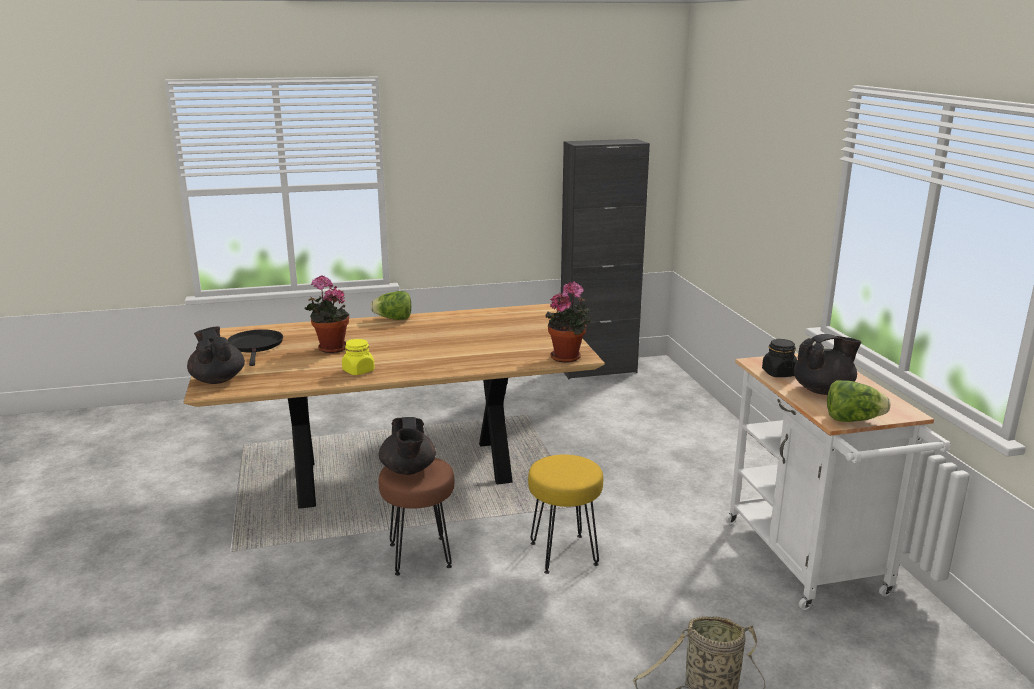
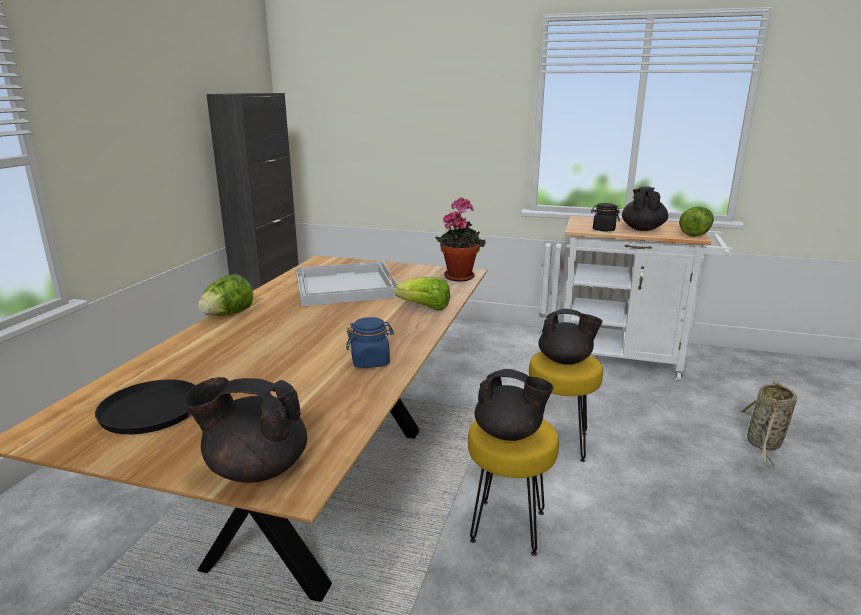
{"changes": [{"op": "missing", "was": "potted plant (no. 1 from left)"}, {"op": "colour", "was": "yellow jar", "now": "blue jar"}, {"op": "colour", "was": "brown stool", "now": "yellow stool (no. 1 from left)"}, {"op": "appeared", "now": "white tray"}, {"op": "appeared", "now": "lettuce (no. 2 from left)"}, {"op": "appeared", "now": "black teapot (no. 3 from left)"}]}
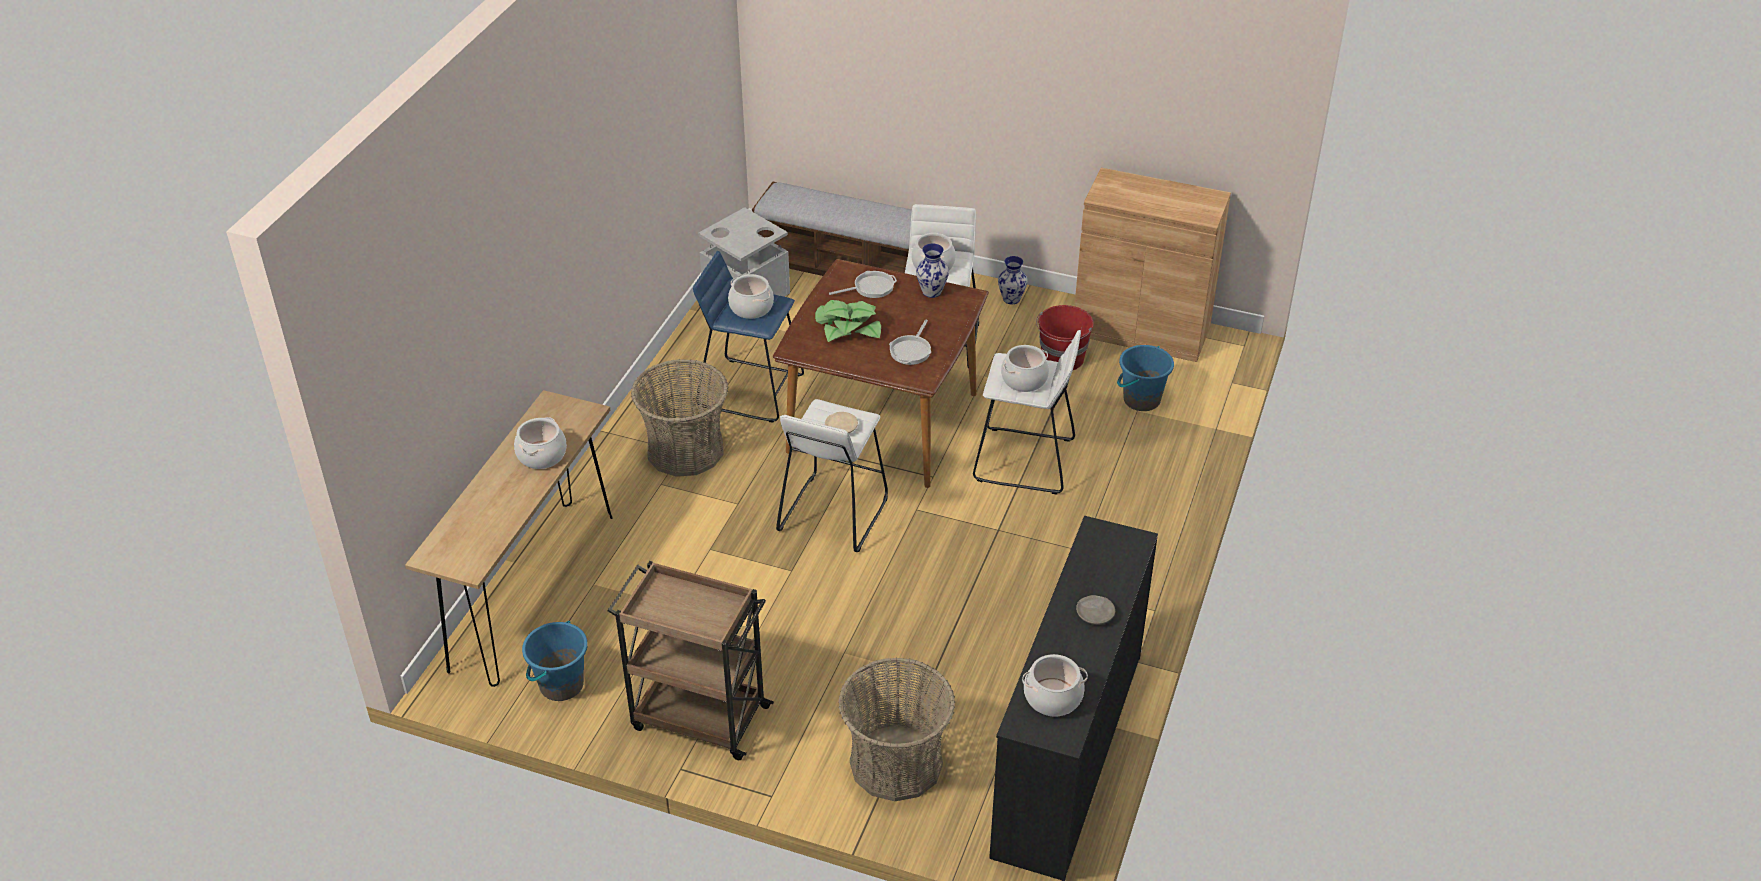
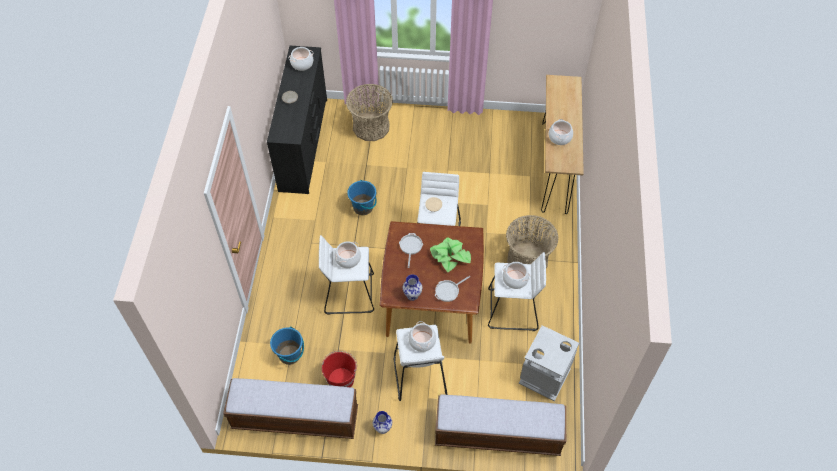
{"changes": [{"op": "relocated", "was": "blue bucket (no. 1 from left in the first image)", "now": "blue bucket (no. 2 from left)"}, {"op": "missing", "was": "brown cart"}, {"op": "colour", "was": "blue stool", "now": "white stool (no. 4 from left)"}, {"op": "exchanged", "was": "brown cabinet", "now": "bench (no. 1 from left)"}]}
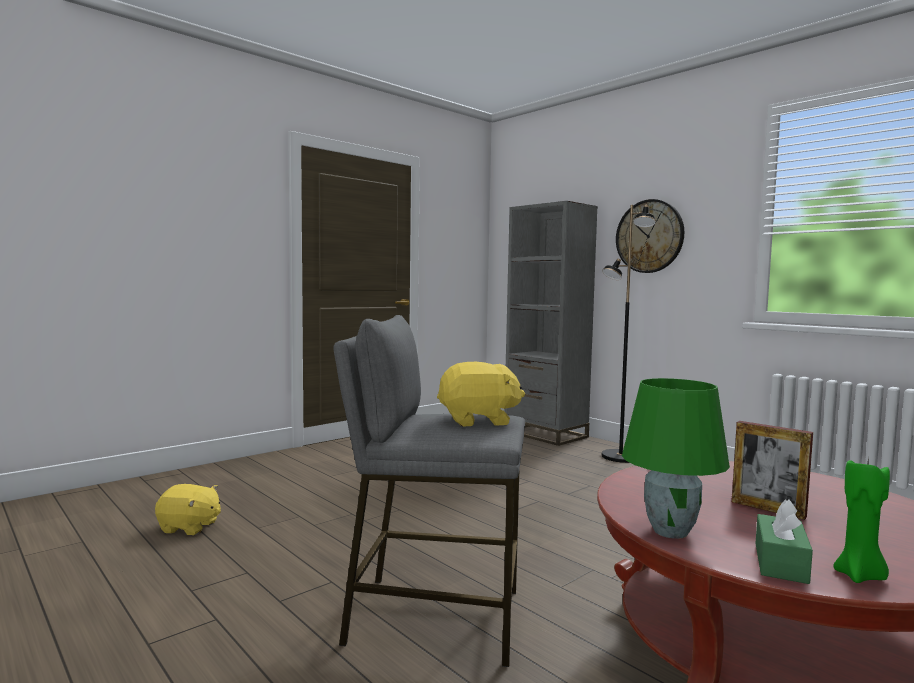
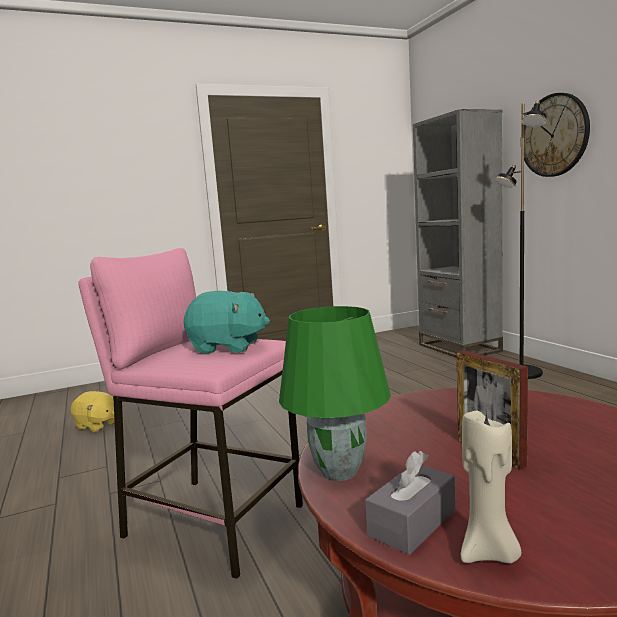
{"changes": [{"op": "colour", "was": "grey stool", "now": "pink stool"}, {"op": "colour", "was": "yellow plush toy (no. 2 from left)", "now": "turquoise plush toy"}, {"op": "colour", "was": "green tissue box", "now": "grey tissue box"}, {"op": "colour", "was": "green candle", "now": "beige candle"}]}
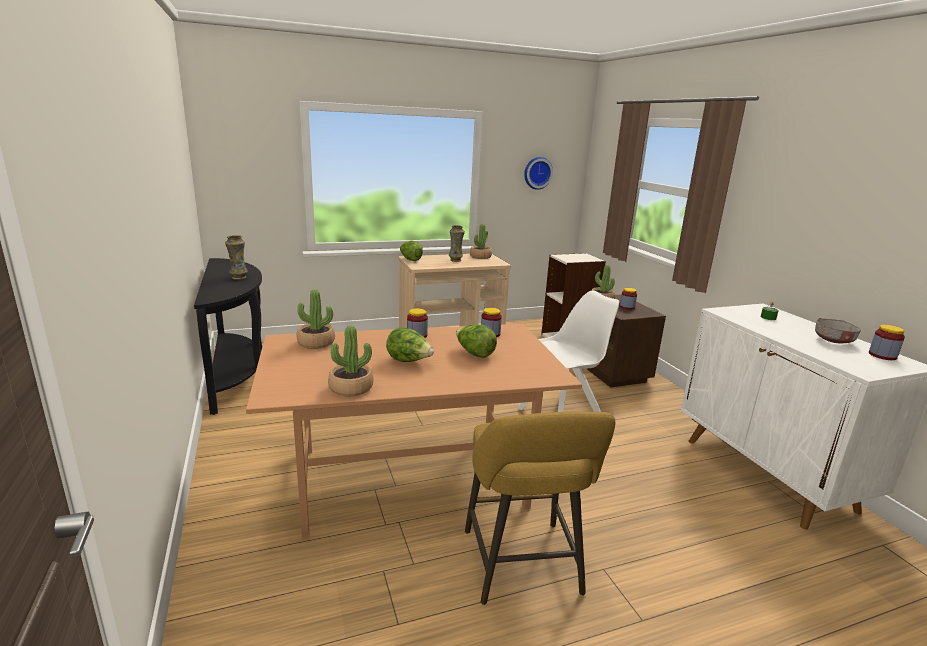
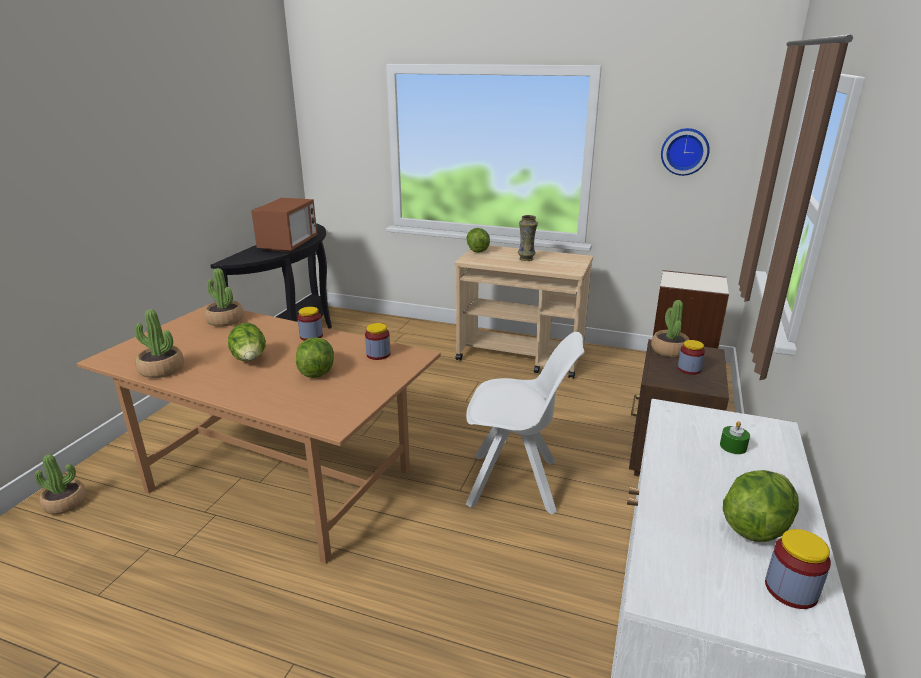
{"changes": [{"op": "exchanged", "was": "vase (no. 1 from left)", "now": "microwave"}, {"op": "missing", "was": "yellow stool"}, {"op": "relocated", "was": "potted plant (no. 3 from left in the first image)", "now": "potted plant (no. 1 from left)"}, {"op": "exchanged", "was": "grey bowl", "now": "lettuce (no. 4 from left)"}]}
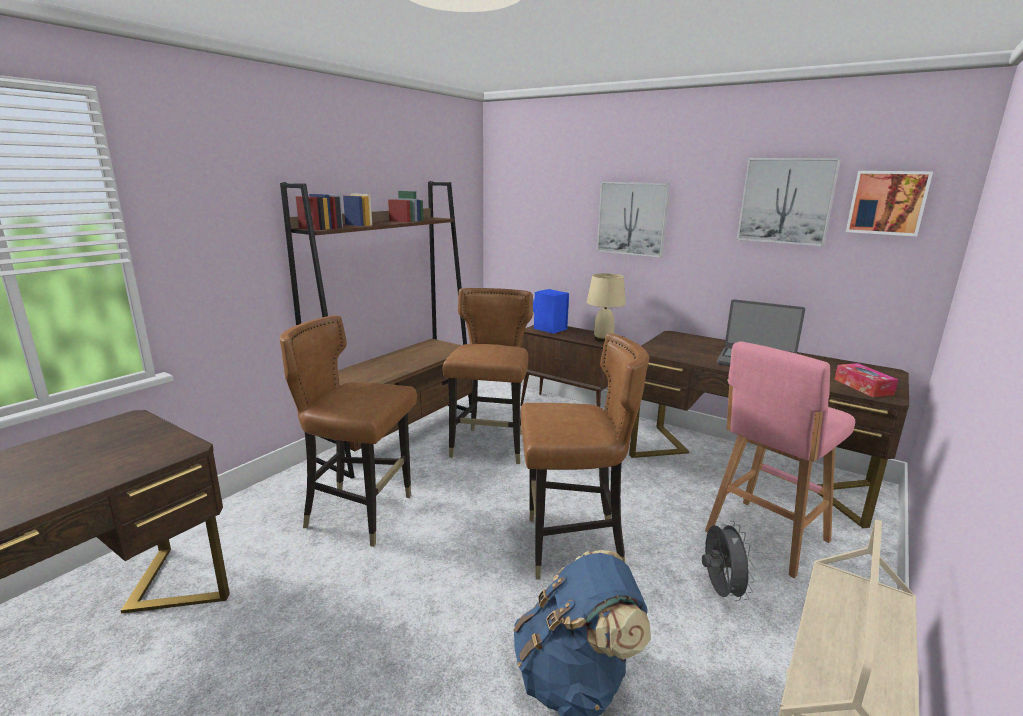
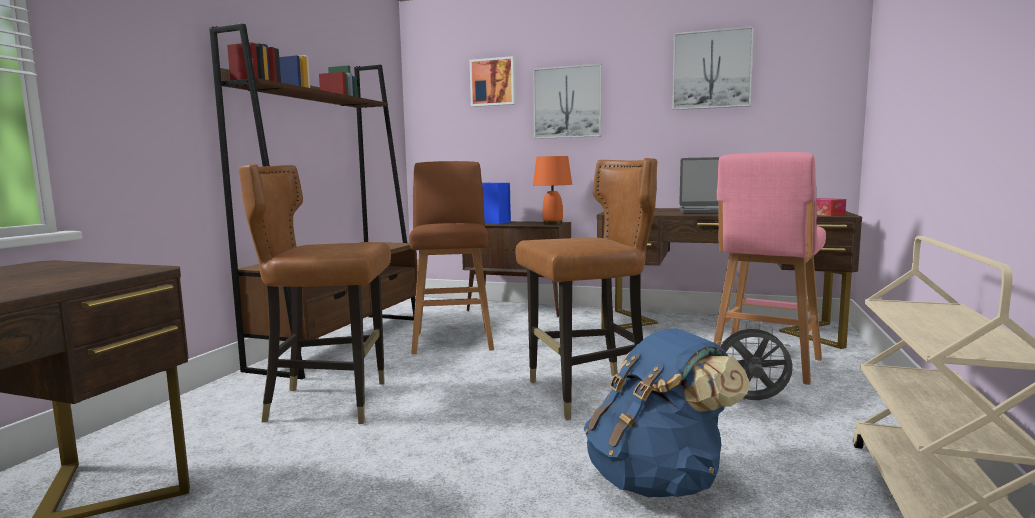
{"changes": [{"op": "exchanged", "was": "brown chair (no. 2 from left)", "now": "brown stool"}, {"op": "colour", "was": "beige table lamp", "now": "orange table lamp"}, {"op": "spun", "was": "grey fan", "clockwise": -60}, {"op": "relocated", "was": "picture (no. 3 from left in the first image)", "now": "picture (no. 1 from left)"}]}
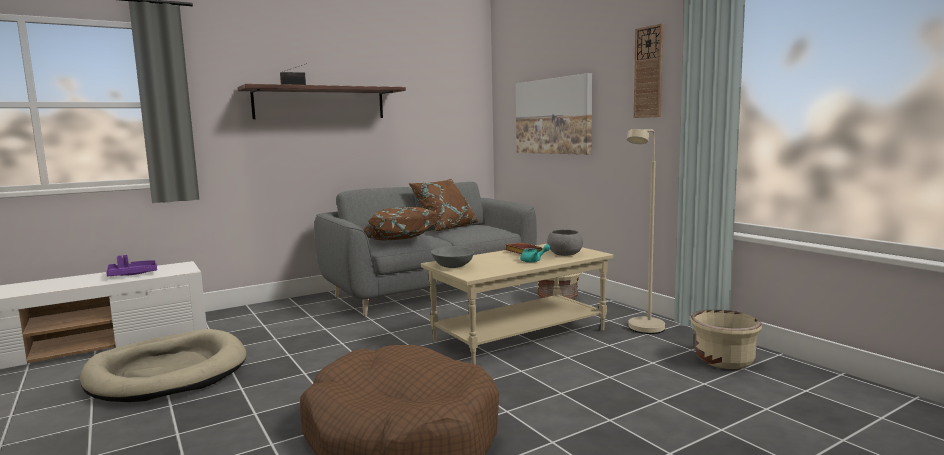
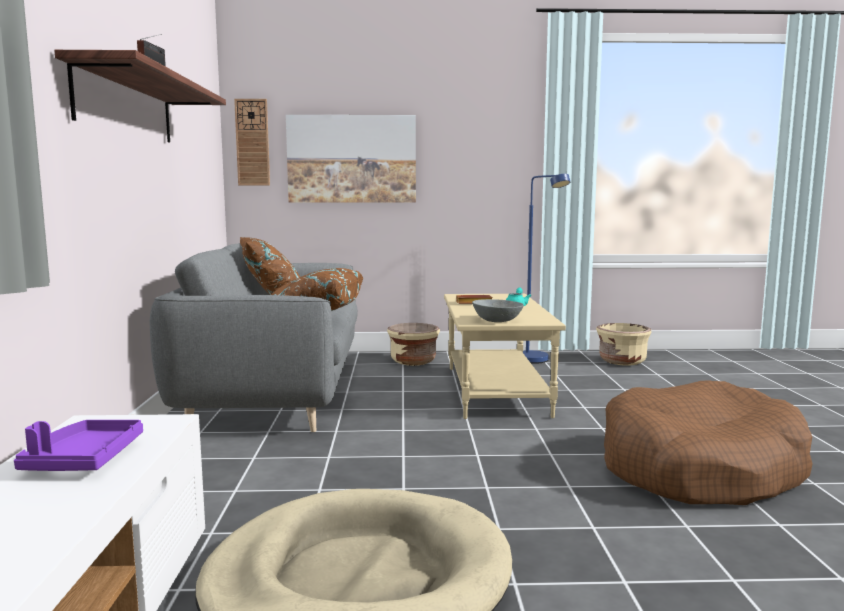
{"changes": [{"op": "missing", "was": "grey bowl (no. 2 from left)"}, {"op": "colour", "was": "beige floor lamp", "now": "blue floor lamp"}, {"op": "relocated", "was": "wall clock"}]}
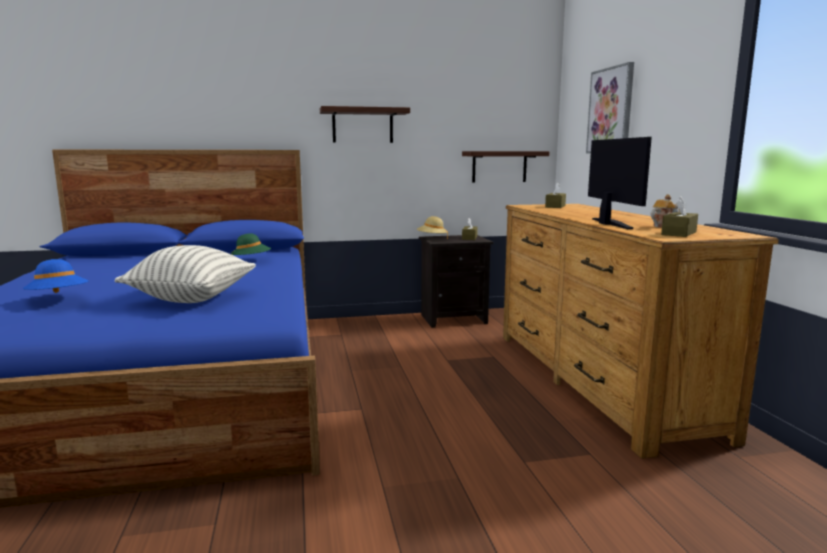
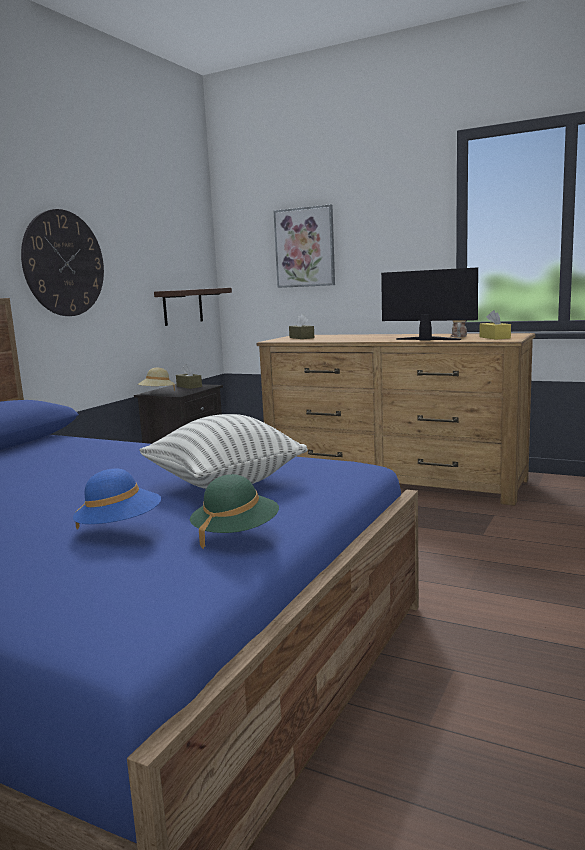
{"changes": [{"op": "relocated", "was": "green hat"}, {"op": "exchanged", "was": "shelf (no. 1 from left)", "now": "wall clock"}, {"op": "colour", "was": "brown tissue box (no. 3 from left)", "now": "yellow tissue box"}]}
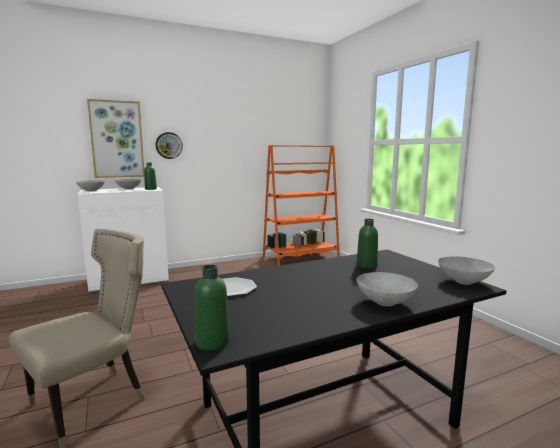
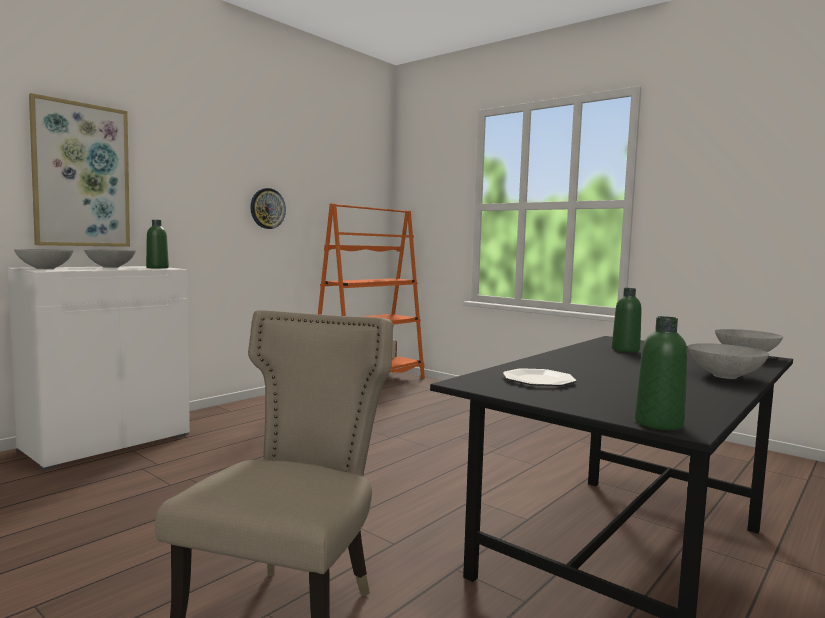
{"changes": [{"op": "relocated", "was": "wall clock"}]}
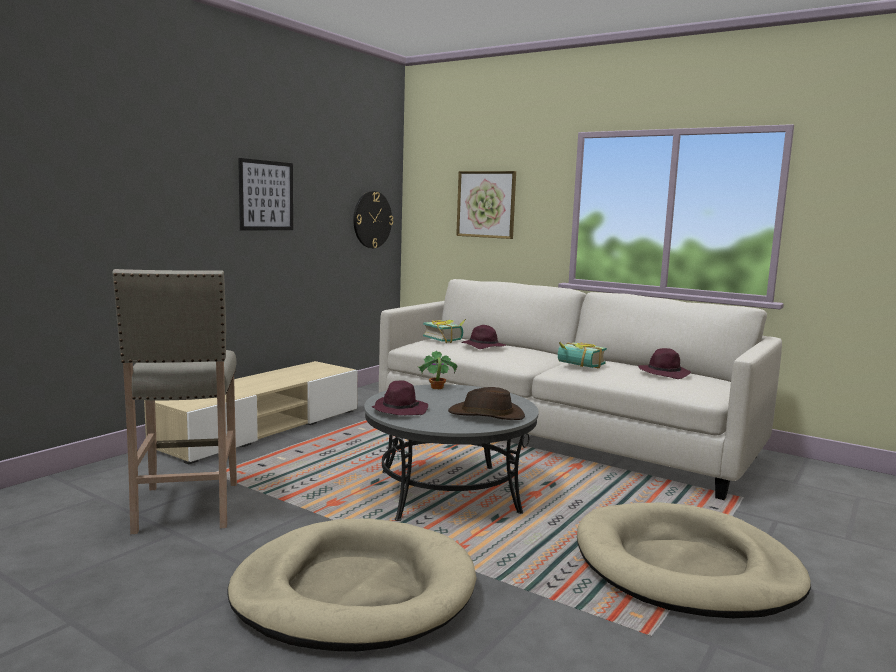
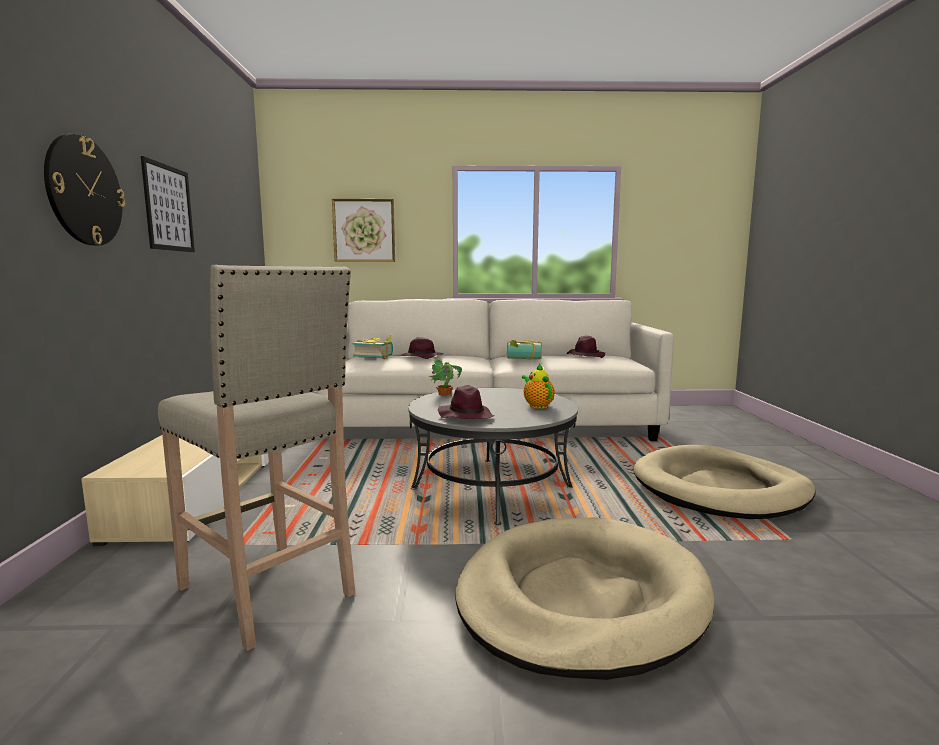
{"changes": [{"op": "relocated", "was": "wall clock"}, {"op": "exchanged", "was": "brown hat", "now": "teapot"}]}
